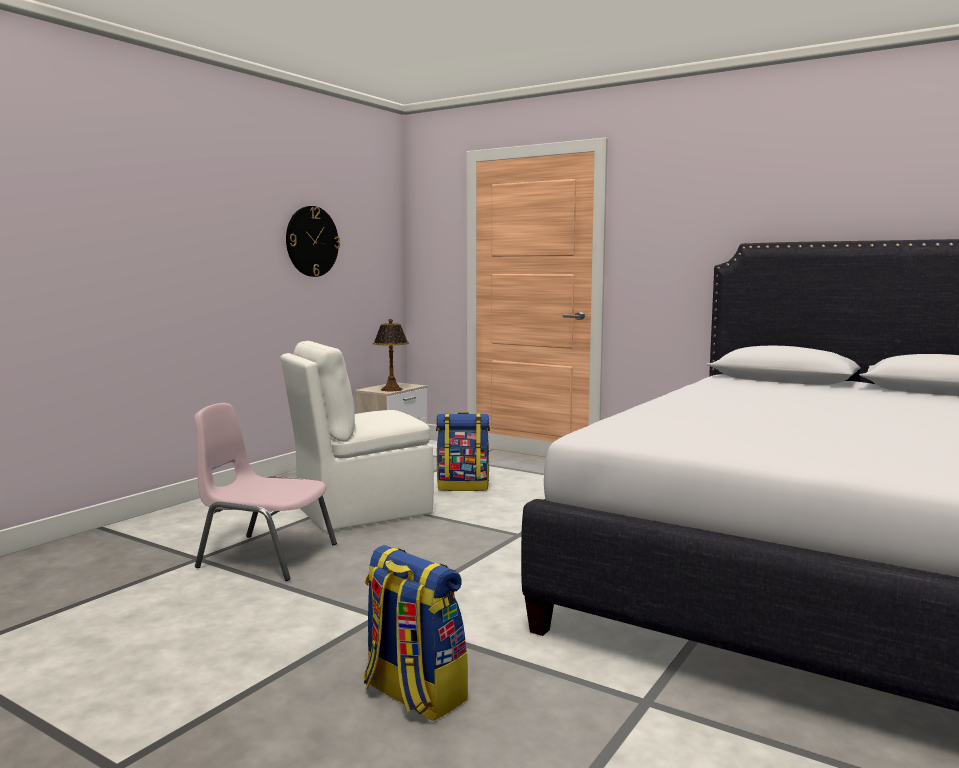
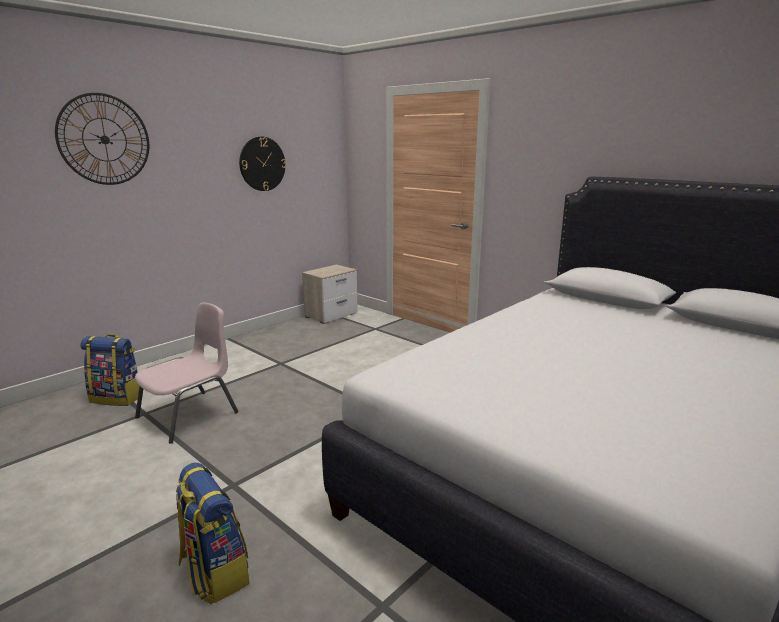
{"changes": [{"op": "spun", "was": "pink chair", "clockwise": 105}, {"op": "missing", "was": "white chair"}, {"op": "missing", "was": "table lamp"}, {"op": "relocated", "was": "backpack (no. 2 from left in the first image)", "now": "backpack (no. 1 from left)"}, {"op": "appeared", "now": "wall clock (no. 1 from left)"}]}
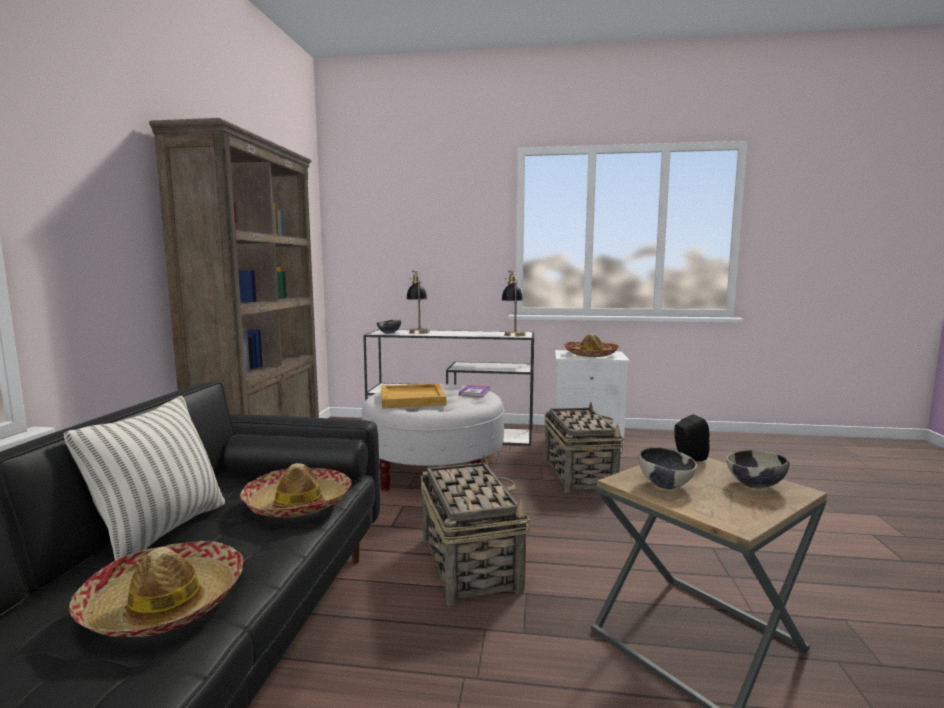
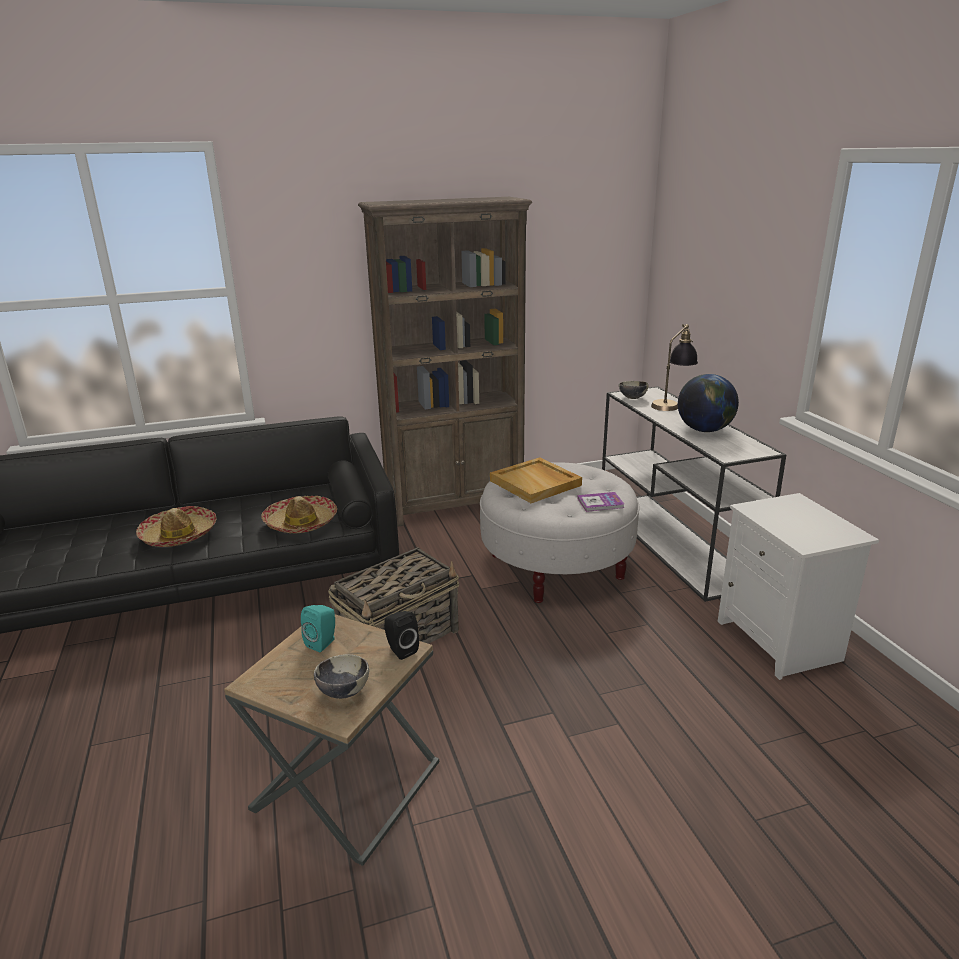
{"changes": [{"op": "missing", "was": "pillow"}, {"op": "missing", "was": "table lamp (no. 2 from left)"}, {"op": "missing", "was": "basket (no. 2 from left)"}, {"op": "missing", "was": "hat (no. 3 from left)"}, {"op": "exchanged", "was": "bowl (no. 2 from left)", "now": "turquoise speaker"}, {"op": "appeared", "now": "globe"}]}
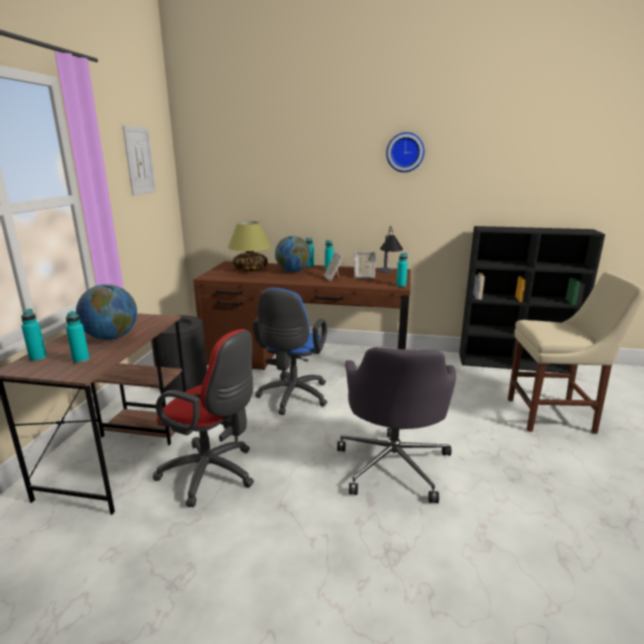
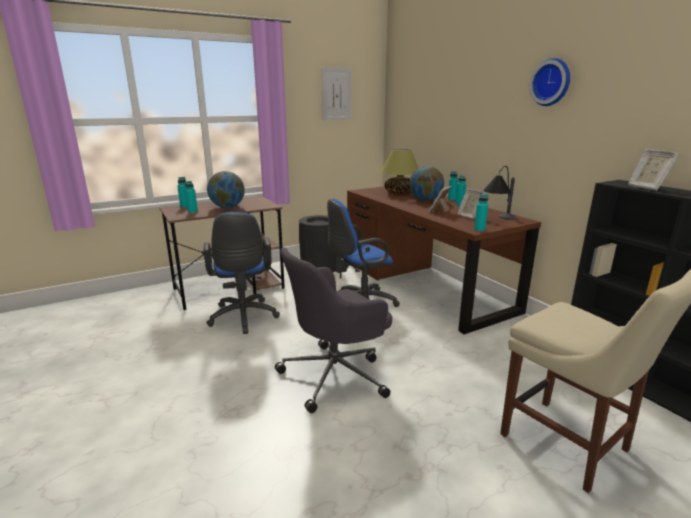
{"changes": [{"op": "colour", "was": "red office chair", "now": "blue office chair (no. 1 from left)"}, {"op": "appeared", "now": "picture frame (no. 3 from left)"}]}
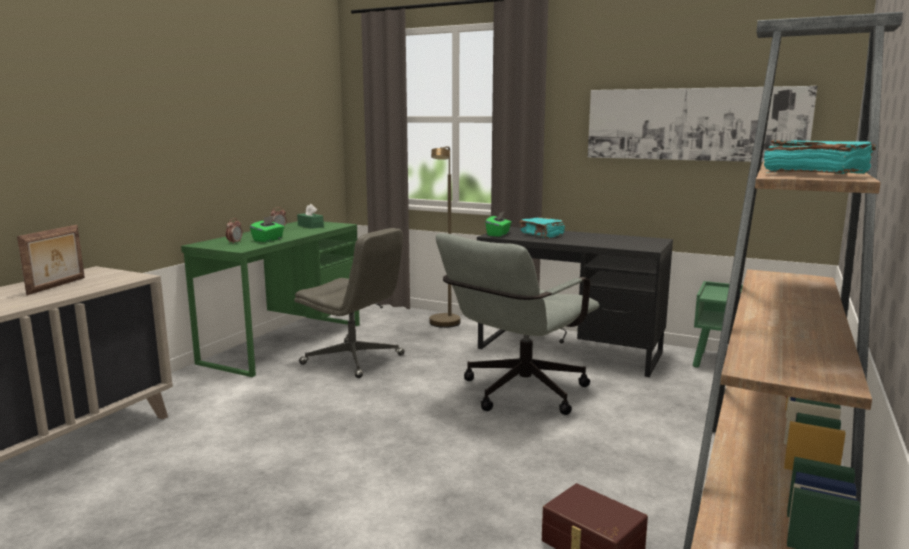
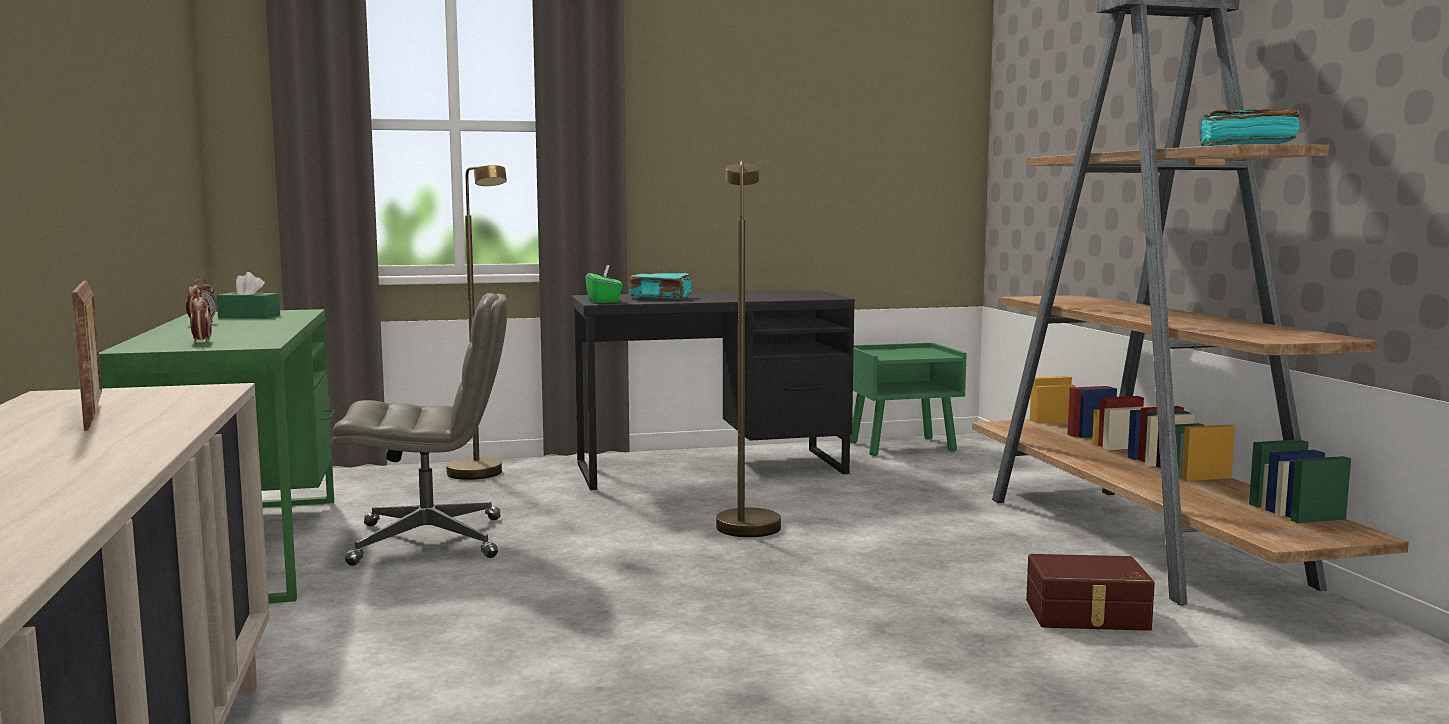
{"changes": [{"op": "missing", "was": "green tissue box (no. 1 from left)"}, {"op": "exchanged", "was": "grey office chair (no. 2 from left)", "now": "brown floor lamp (no. 2 from left)"}, {"op": "missing", "was": "picture"}]}
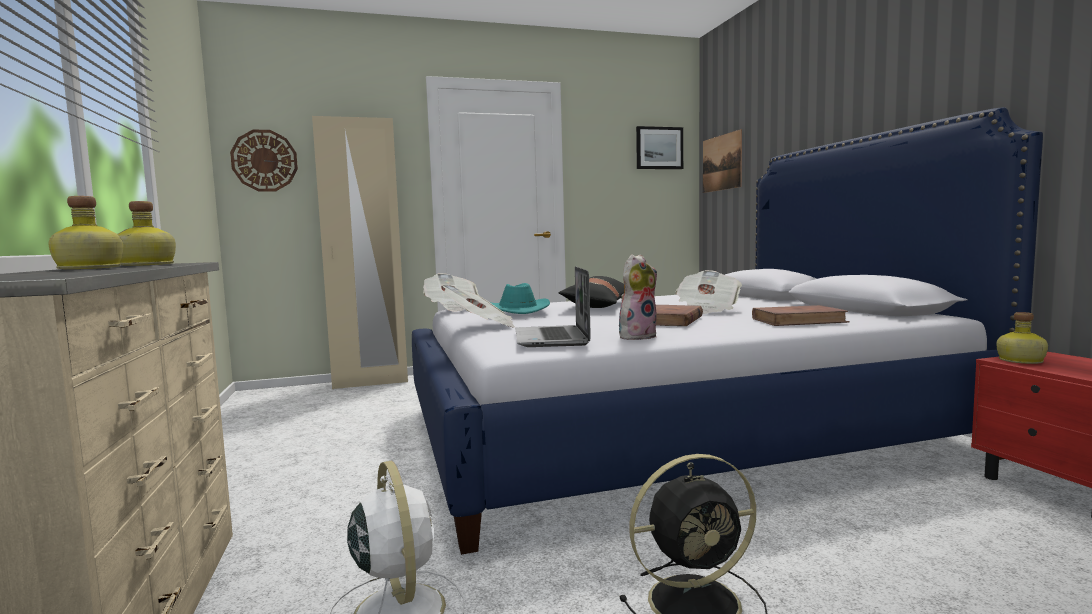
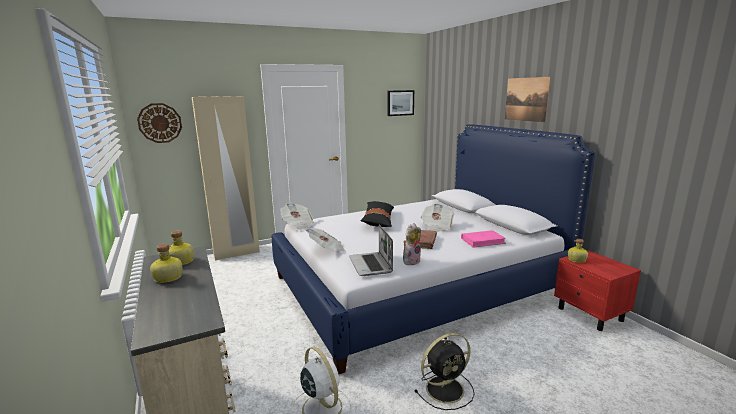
{"changes": [{"op": "missing", "was": "turquoise hat"}, {"op": "relocated", "was": "picture (no. 2 from left)"}, {"op": "colour", "was": "brown book (no. 2 from left)", "now": "pink book"}]}
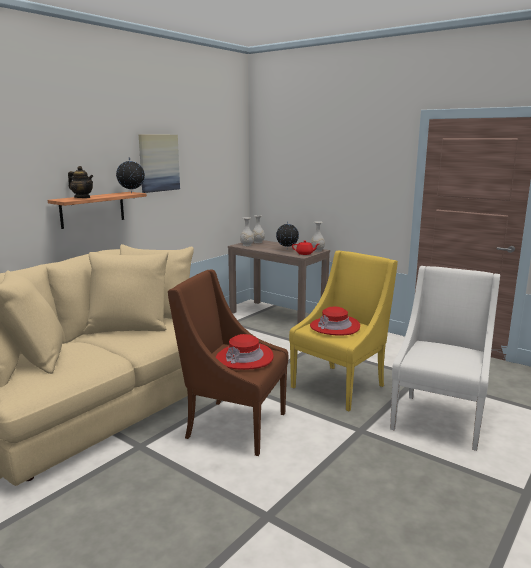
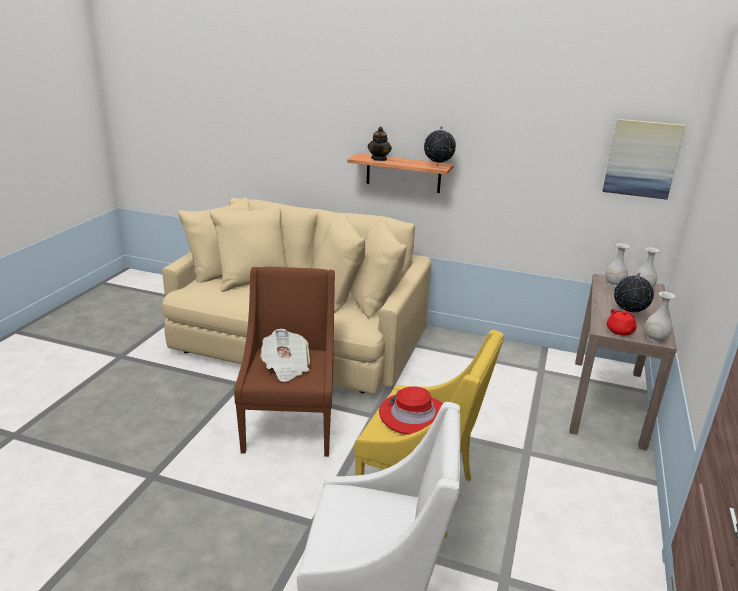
{"changes": [{"op": "relocated", "was": "picture"}, {"op": "exchanged", "was": "red hat (no. 1 from left)", "now": "newspaper"}]}
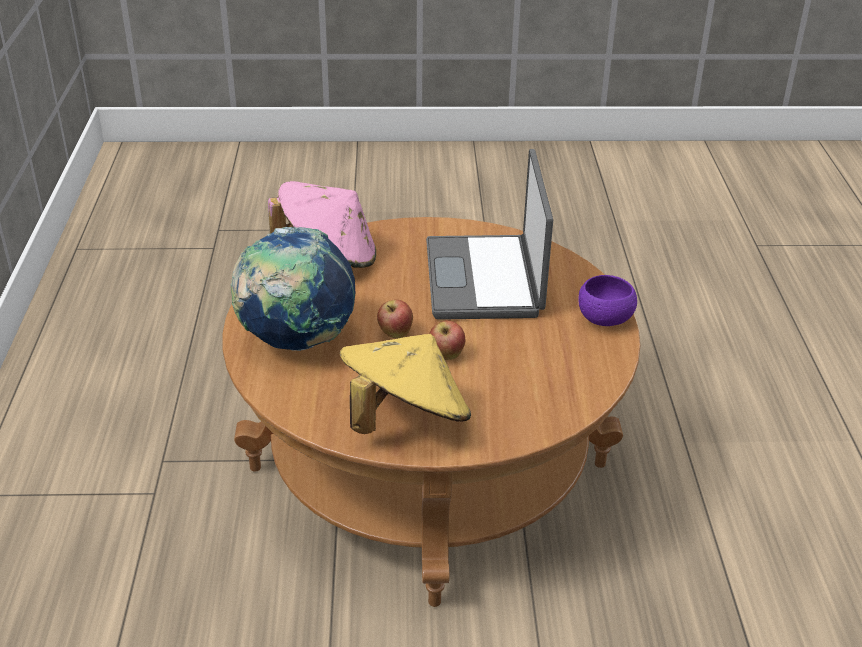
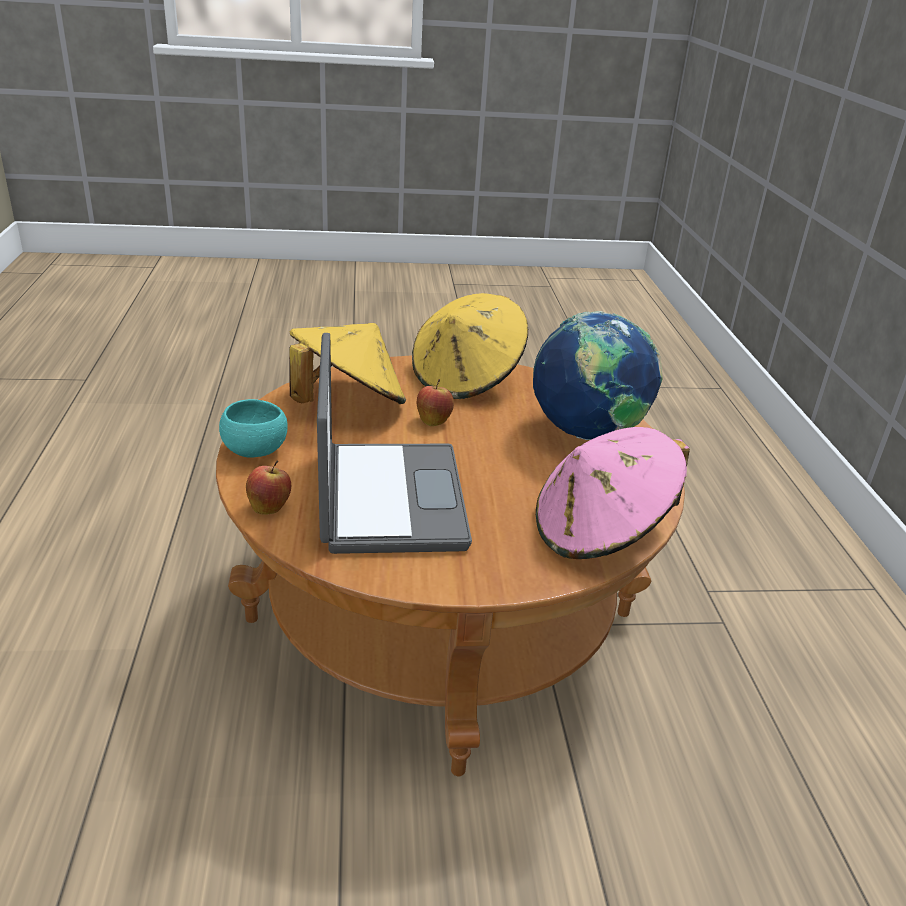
{"changes": [{"op": "relocated", "was": "apple (no. 1 from left)"}, {"op": "colour", "was": "purple bowl", "now": "turquoise bowl"}, {"op": "appeared", "now": "yellow hat (no. 1 from left)"}]}
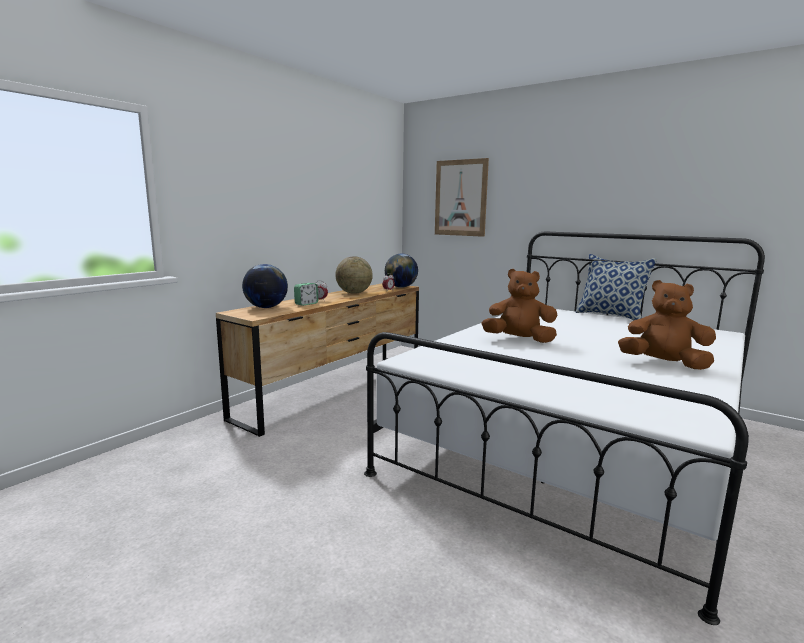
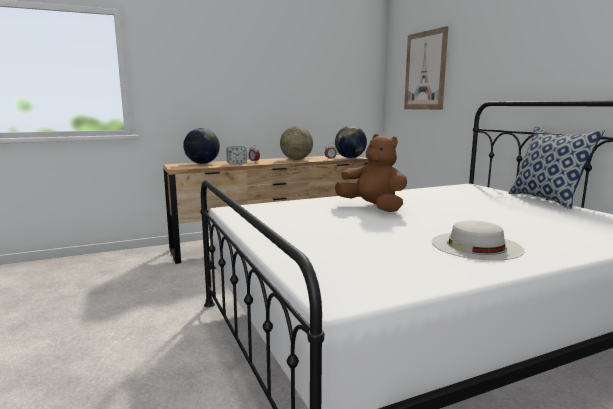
{"changes": [{"op": "exchanged", "was": "brown plush toy (no. 2 from left)", "now": "white hat"}]}
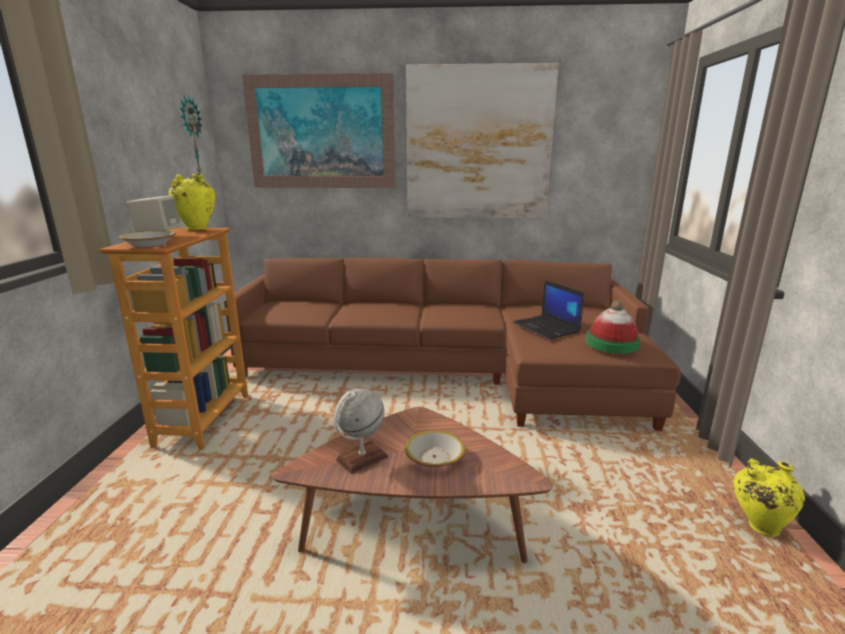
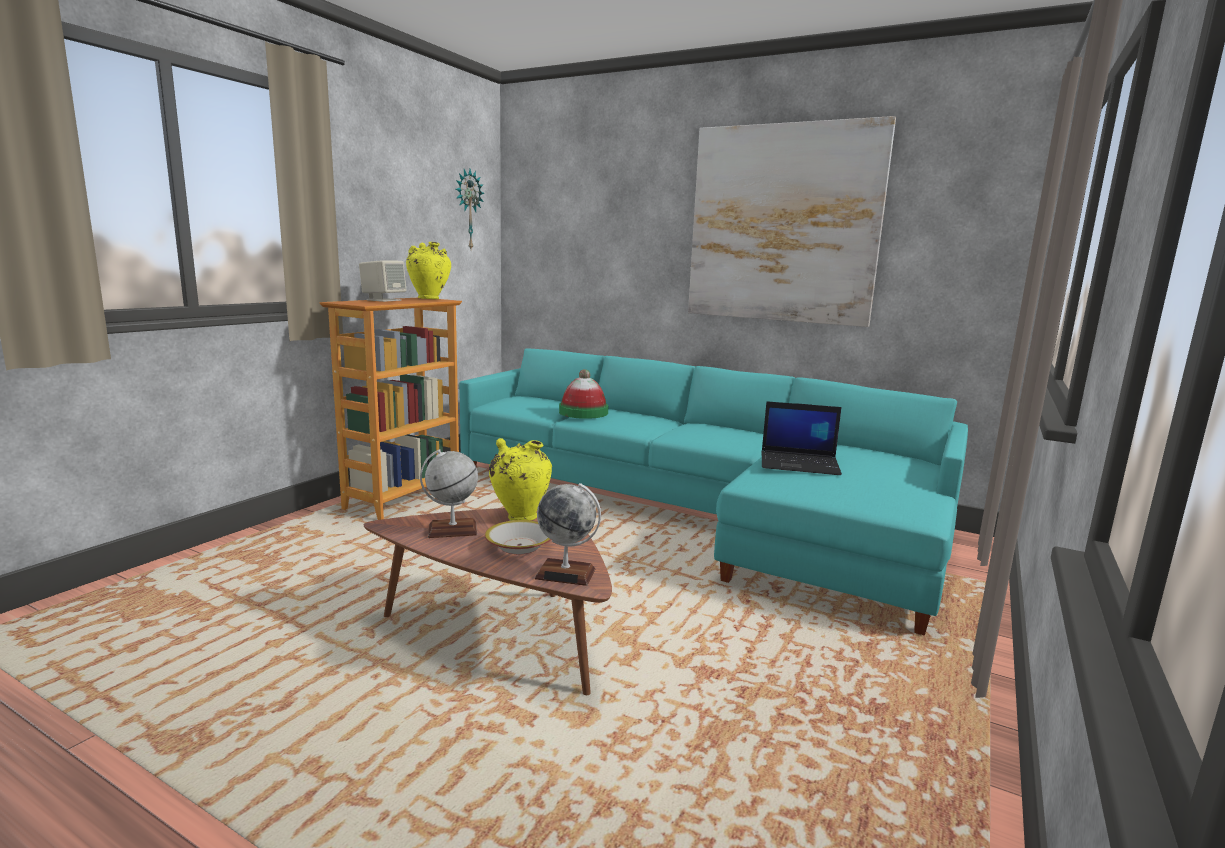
{"changes": [{"op": "missing", "was": "bowl (no. 1 from left)"}, {"op": "colour", "was": "brown sofa", "now": "turquoise sofa"}, {"op": "missing", "was": "picture (no. 1 from left)"}, {"op": "spun", "was": "laptop", "clockwise": -75}, {"op": "relocated", "was": "hat"}, {"op": "relocated", "was": "yellow vase (no. 2 from left)"}, {"op": "appeared", "now": "globe (no. 2 from left)"}]}
